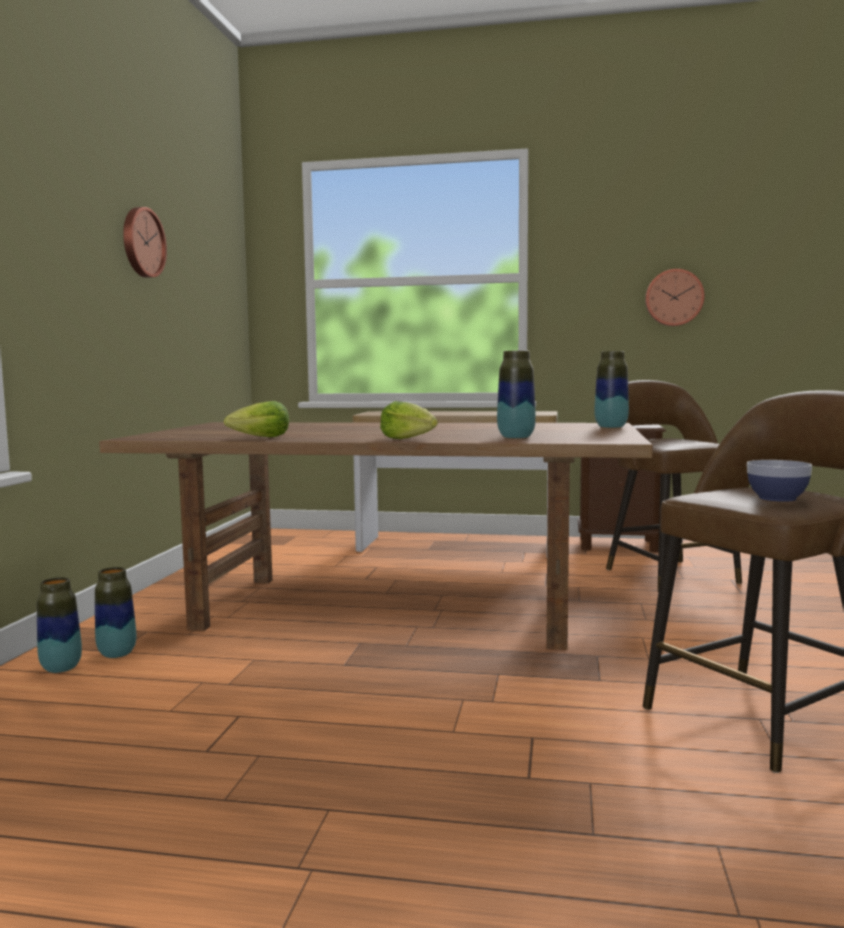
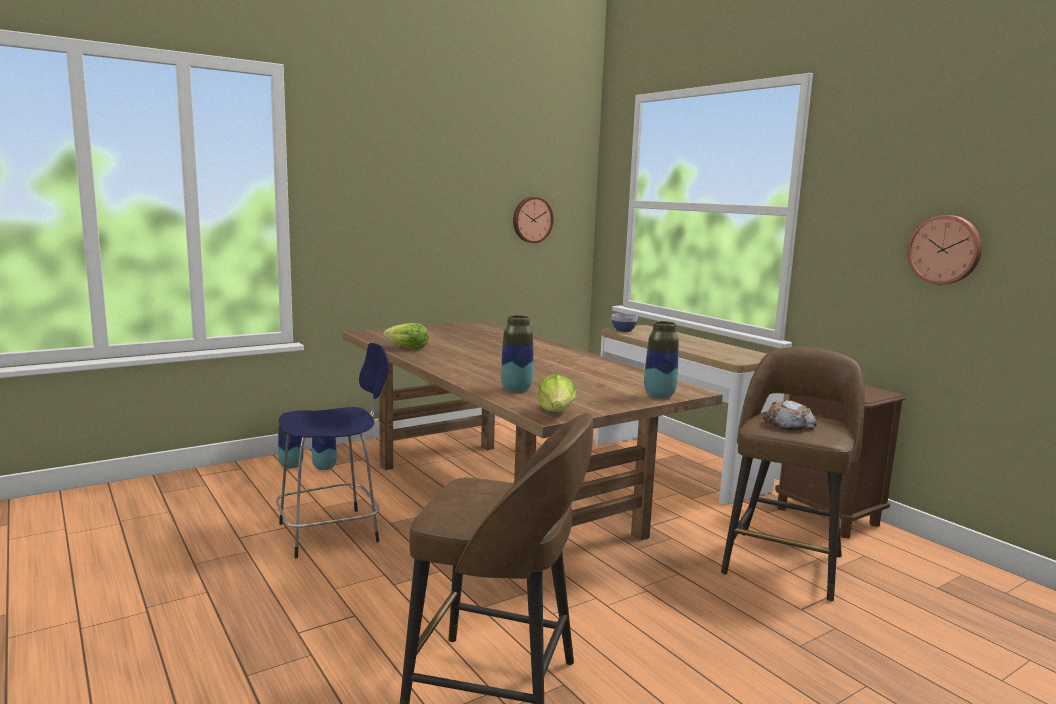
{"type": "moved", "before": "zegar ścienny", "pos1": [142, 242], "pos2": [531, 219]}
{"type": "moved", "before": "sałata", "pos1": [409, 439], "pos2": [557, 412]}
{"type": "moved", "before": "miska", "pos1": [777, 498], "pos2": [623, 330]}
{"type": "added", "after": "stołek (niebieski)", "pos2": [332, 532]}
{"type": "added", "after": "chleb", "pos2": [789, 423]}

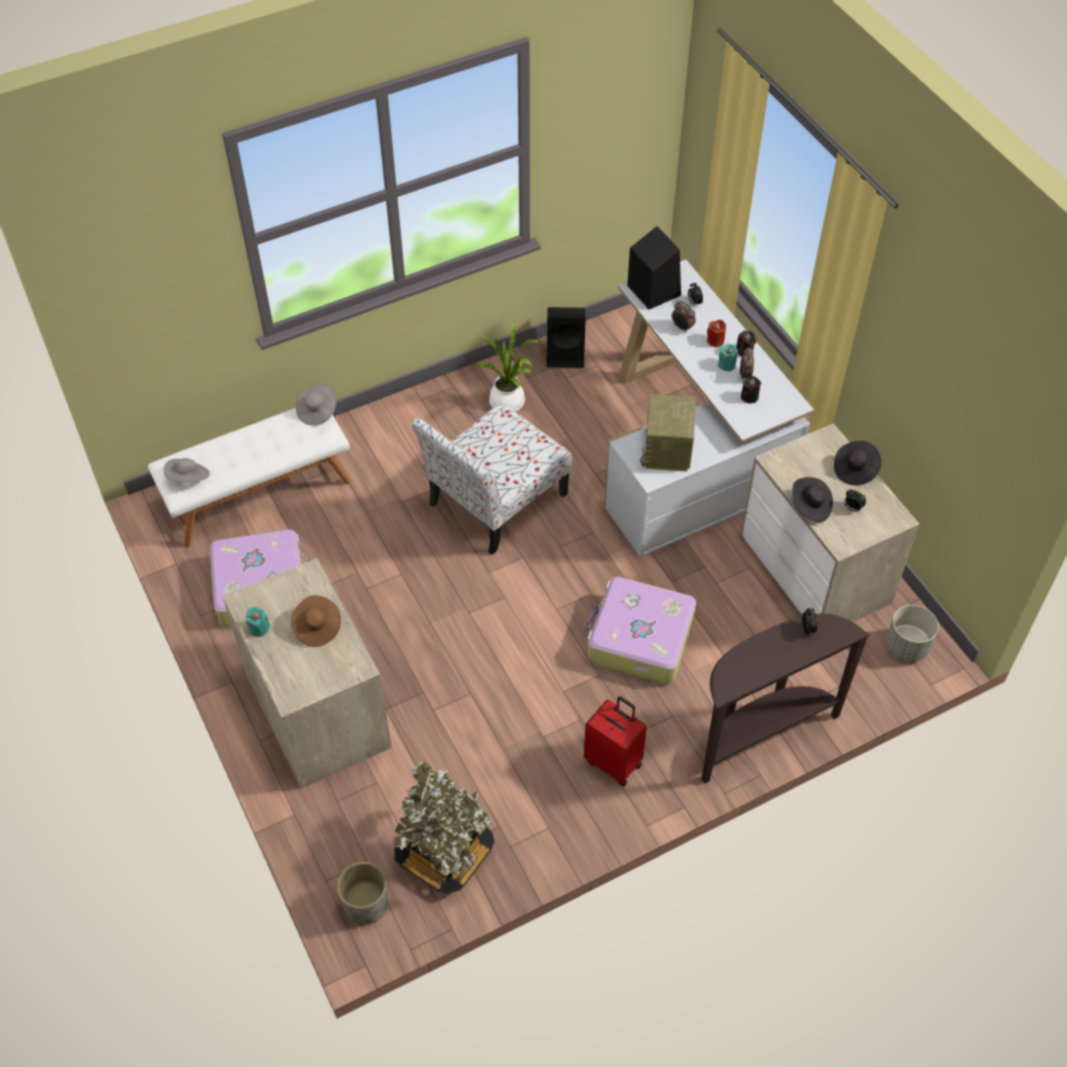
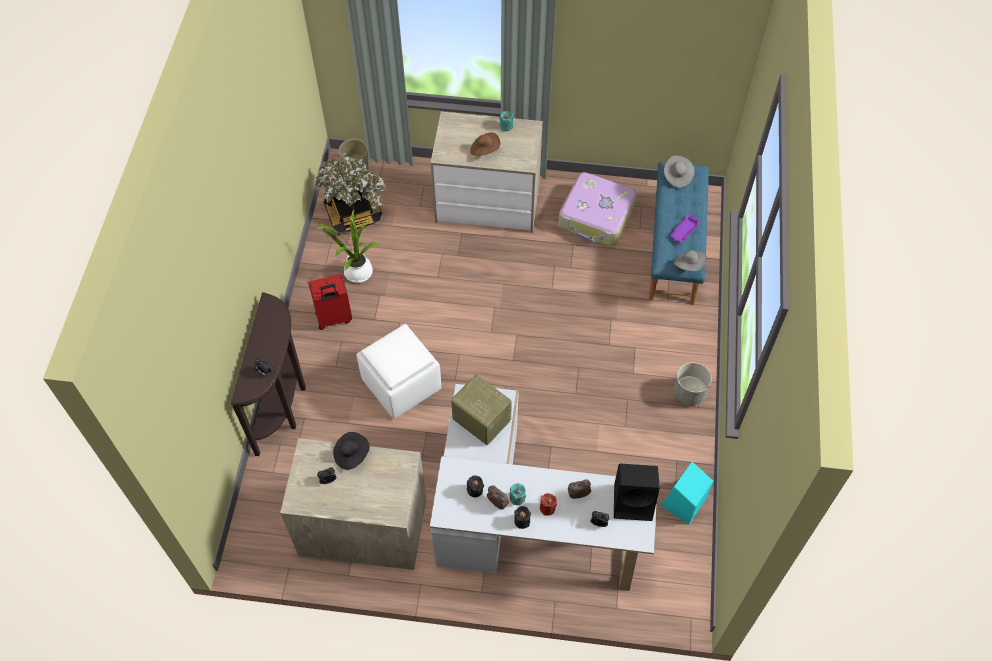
{"type": "recoloured", "before": "ławka (biały)", "after": "ławka (niebieski)", "pos1": [258, 493], "pos2": [675, 248]}
{"type": "removed", "before": "krzesło", "pos1": [495, 501]}
{"type": "moved", "before": "roślina doniczkowa", "pos1": [509, 403], "pos2": [356, 272]}
{"type": "recoloured", "before": "głośnik (czarny)", "after": "głośnik (turkusowy)", "pos1": [566, 354], "pos2": [683, 503]}
{"type": "replaced", "before": "walizka", "after": "pufa (biały)", "pos1": [639, 639], "pos2": [400, 384]}
{"type": "removed", "before": "kapelusz (czarny)", "pos1": [855, 470]}
{"type": "moved", "before": "donica (szary)", "pos1": [907, 646], "pos2": [689, 393]}
{"type": "added", "after": "taca (fioletowy)", "pos2": [684, 231]}

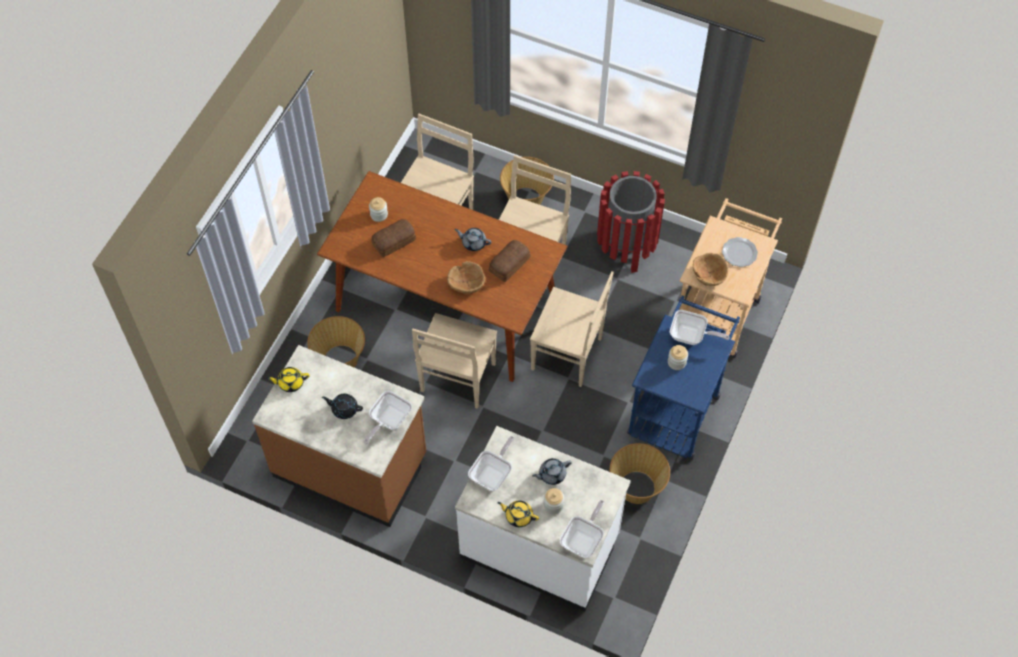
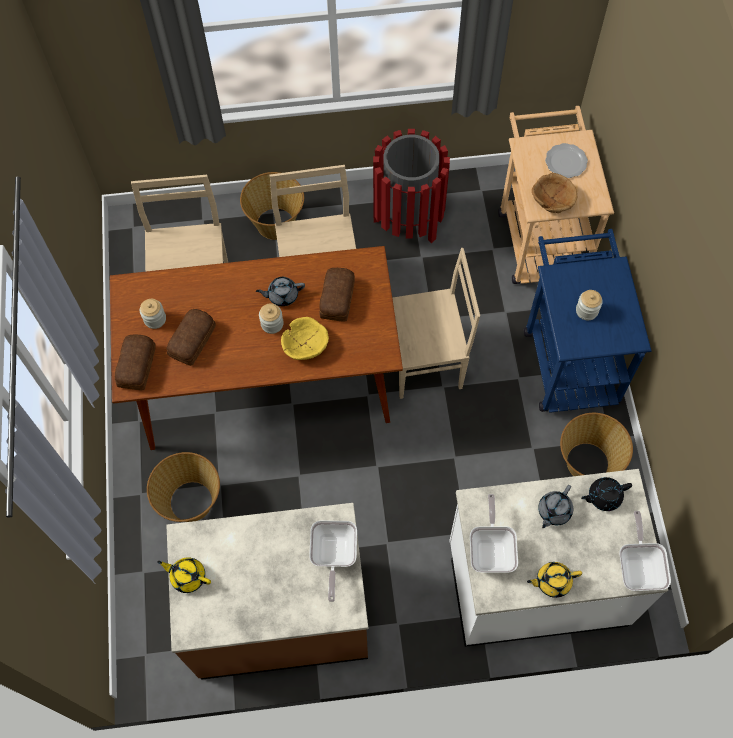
{"type": "turned", "before": "imbryk (żółty)", "pos1": [290, 383], "pos2": [187, 576], "turn": 60}
{"type": "moved", "before": "imbryk (czarny)", "pos1": [344, 409], "pos2": [603, 497]}
{"type": "removed", "before": "krzesło (beżowy)", "pos1": [457, 379]}
{"type": "recoloured", "before": "miska (brązowy)", "after": "miska (żółty)", "pos1": [467, 283], "pos2": [306, 345]}
{"type": "moved", "before": "słoik", "pos1": [553, 505], "pos2": [272, 324]}
{"type": "removed", "before": "patelnia", "pos1": [691, 336]}
{"type": "added", "after": "chleb", "pos2": [135, 367]}

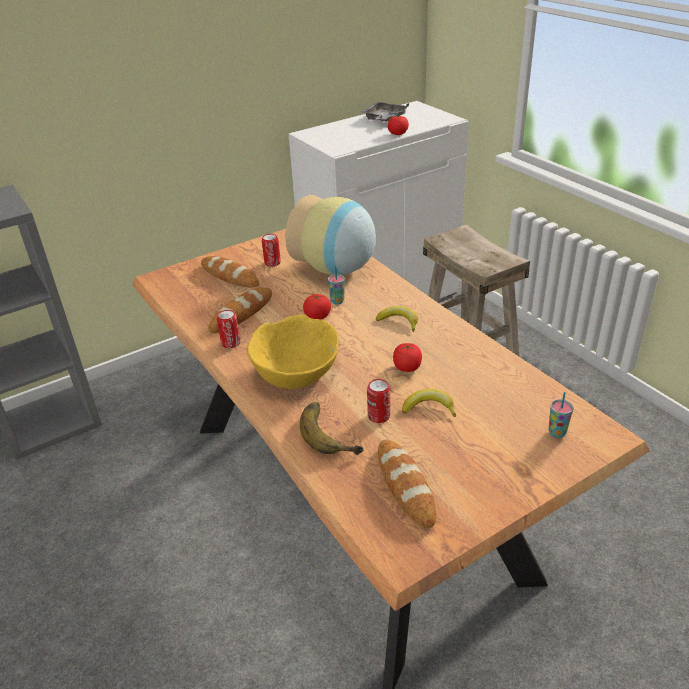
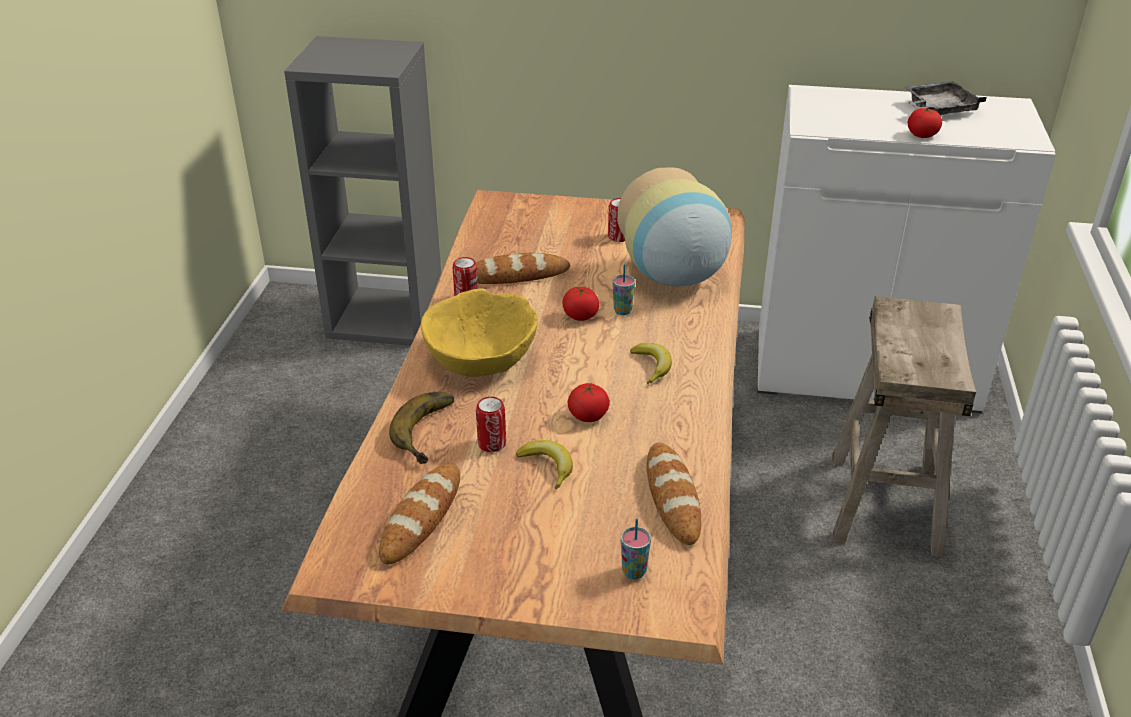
{"type": "moved", "before": "chleb", "pos1": [229, 276], "pos2": [672, 497]}

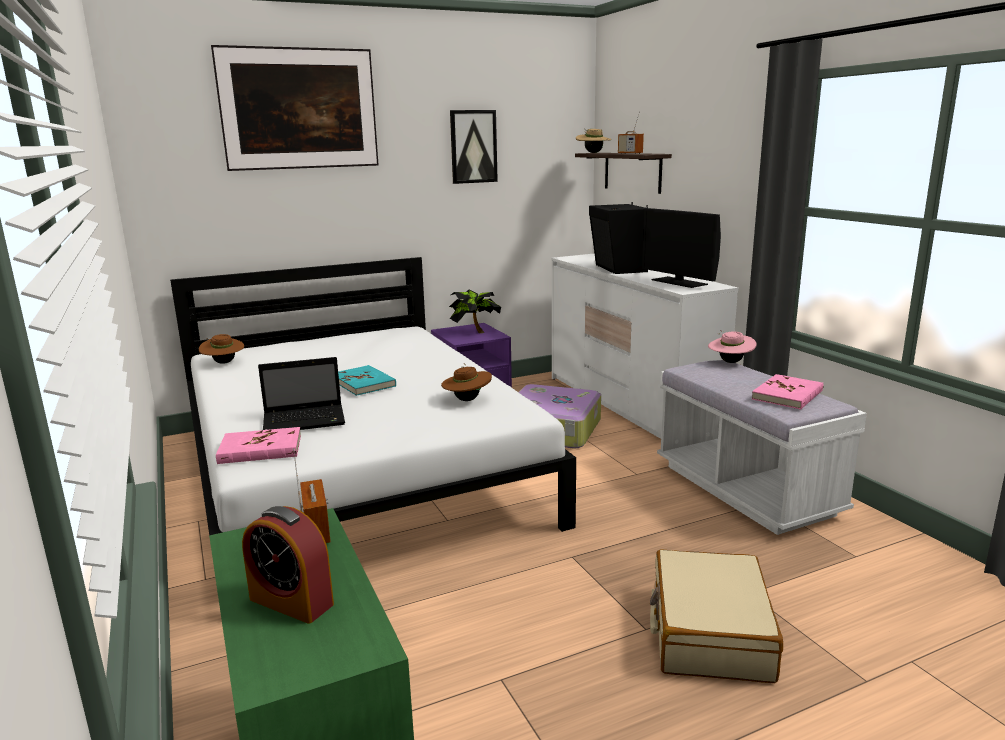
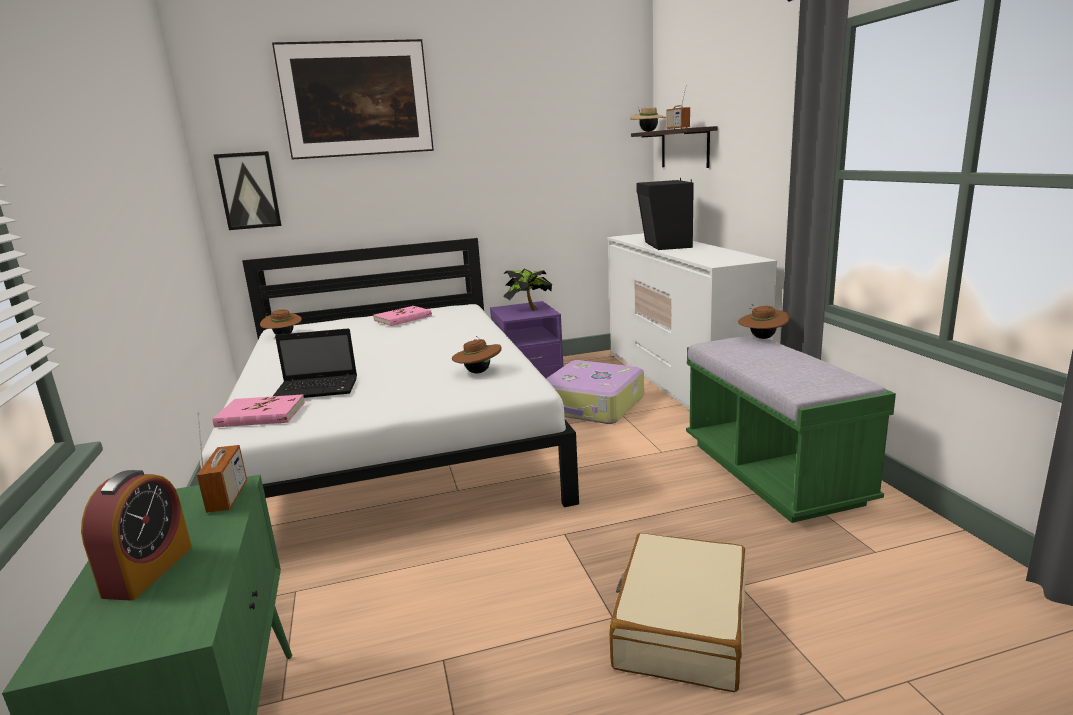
{"type": "turned", "before": "budzik", "pos1": [291, 601], "pos2": [148, 571], "turn": -120}
{"type": "removed", "before": "książka (turkusowy)", "pos1": [363, 383]}
{"type": "moved", "before": "obraz", "pos1": [473, 146], "pos2": [248, 190]}
{"type": "removed", "before": "monitor", "pos1": [679, 282]}
{"type": "recoloured", "before": "ławka (biały)", "after": "ławka (zielony)", "pos1": [746, 490], "pos2": [772, 472]}
{"type": "recoloured", "before": "kapelusz (różowy)", "after": "kapelusz (brązowy)", "pos1": [730, 362], "pos2": [762, 338]}
{"type": "moved", "before": "książka (różowy)", "pos1": [788, 395], "pos2": [403, 318]}

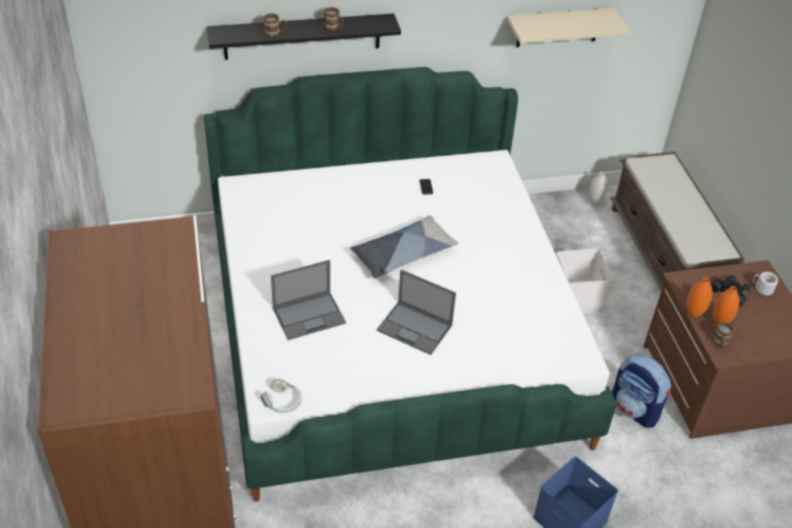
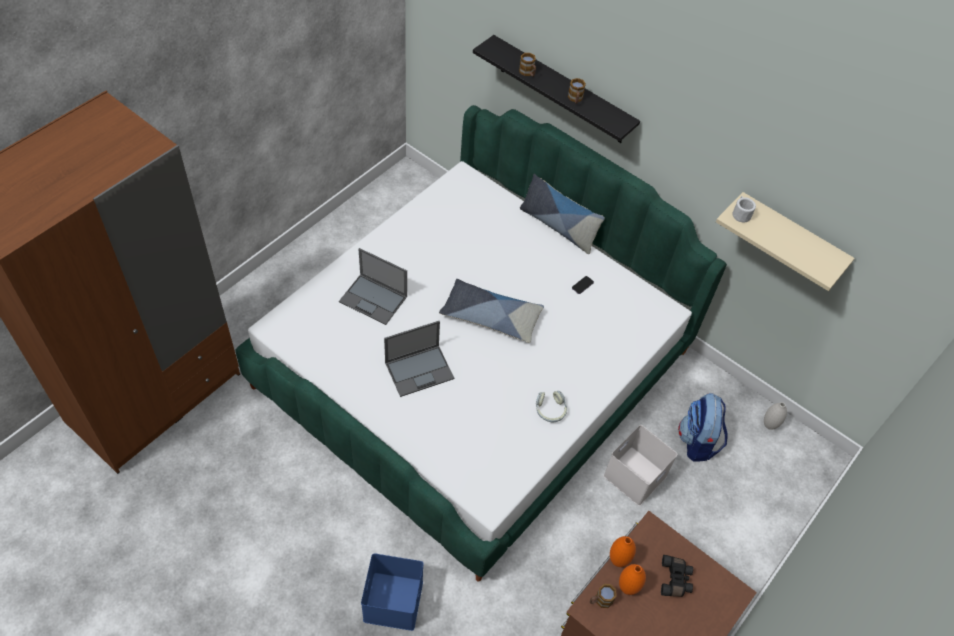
{"type": "moved", "before": "słuchawki", "pos1": [283, 402], "pos2": [550, 410]}
{"type": "turned", "before": "laptop", "pos1": [415, 328], "pos2": [420, 370], "turn": -105}
{"type": "removed", "before": "ławka (brązowy)", "pos1": [665, 258]}
{"type": "moved", "before": "plecak", "pos1": [635, 409], "pos2": [697, 441]}
{"type": "moved", "before": "kubek (biały)", "pos1": [762, 288], "pos2": [740, 214]}
{"type": "added", "after": "poduszka", "pos2": [558, 227]}

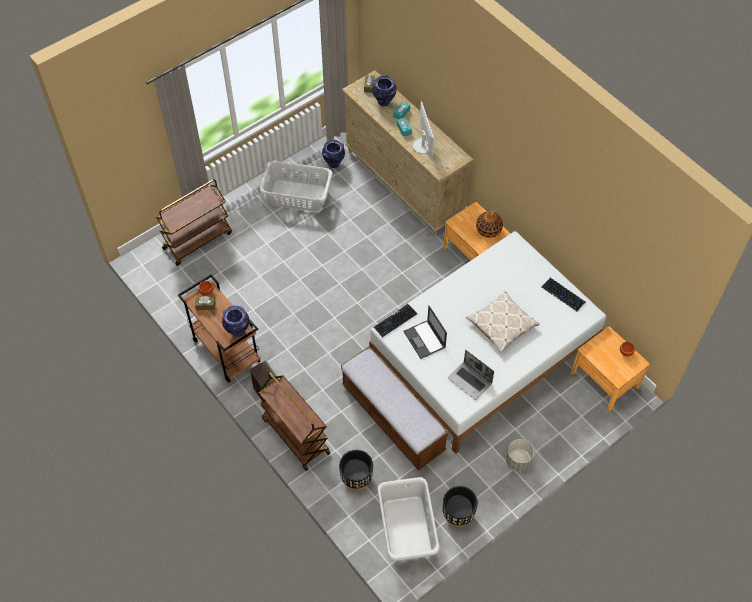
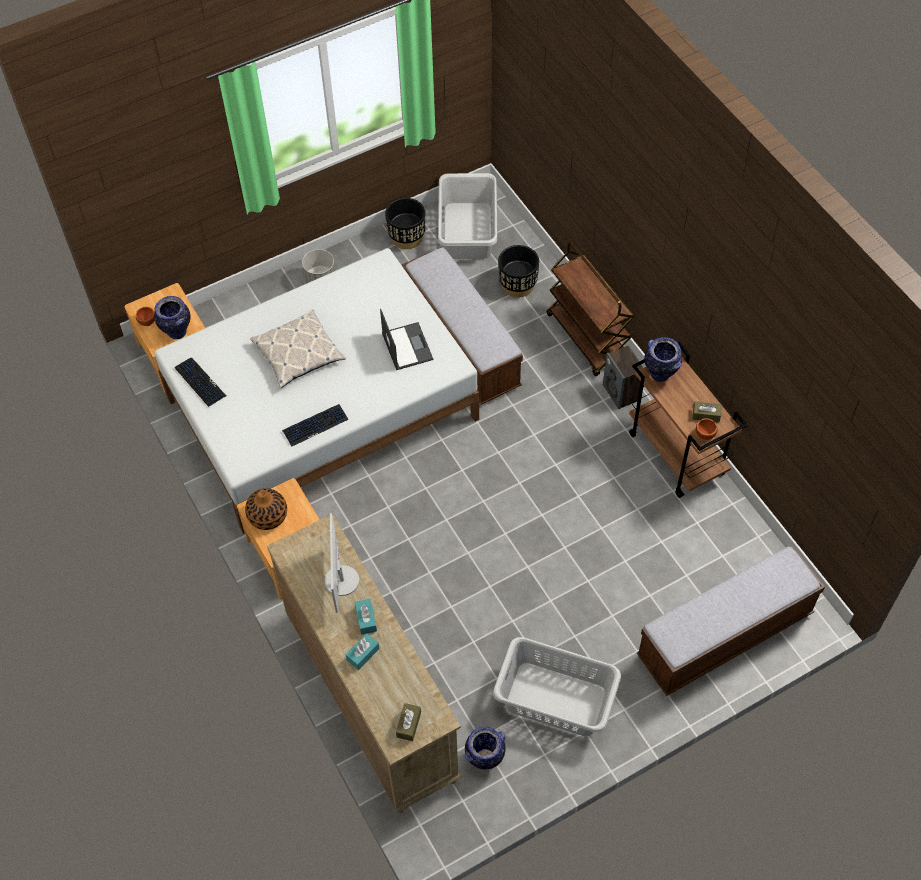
{"type": "replaced", "before": "wózek (brązowy)", "after": "ławka", "pos1": [197, 240], "pos2": [724, 636]}
{"type": "moved", "before": "wazon", "pos1": [384, 102], "pos2": [177, 332]}
{"type": "moved", "before": "klawiatura", "pos1": [395, 321], "pos2": [315, 425]}
{"type": "removed", "before": "laptop", "pos1": [470, 381]}

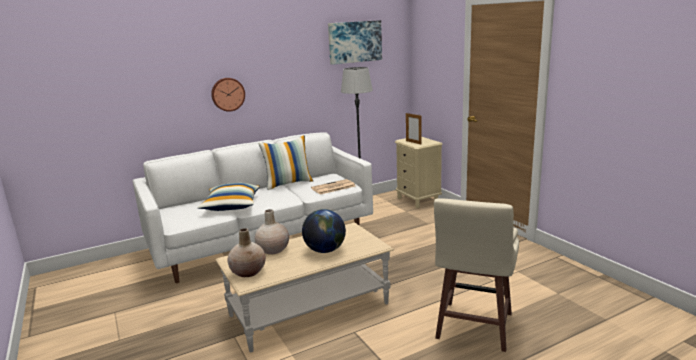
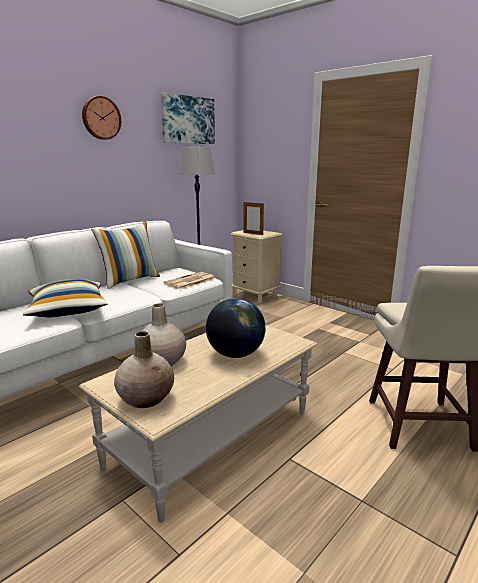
{"type": "moved", "before": "zegar ścienny", "pos1": [227, 94], "pos2": [101, 118]}

